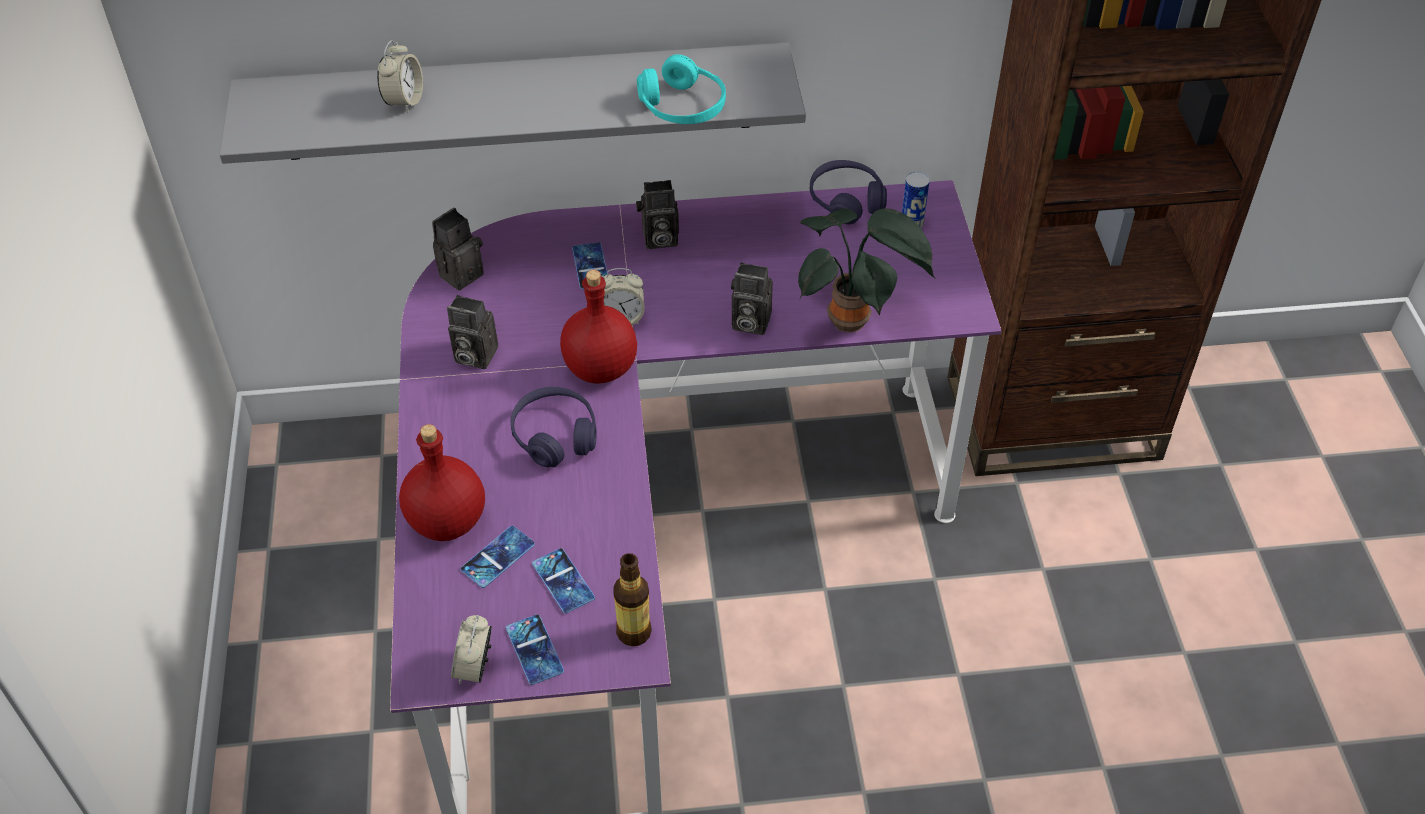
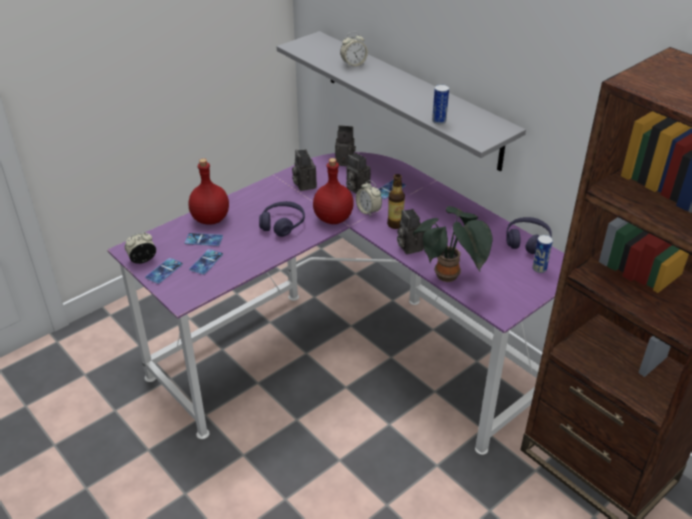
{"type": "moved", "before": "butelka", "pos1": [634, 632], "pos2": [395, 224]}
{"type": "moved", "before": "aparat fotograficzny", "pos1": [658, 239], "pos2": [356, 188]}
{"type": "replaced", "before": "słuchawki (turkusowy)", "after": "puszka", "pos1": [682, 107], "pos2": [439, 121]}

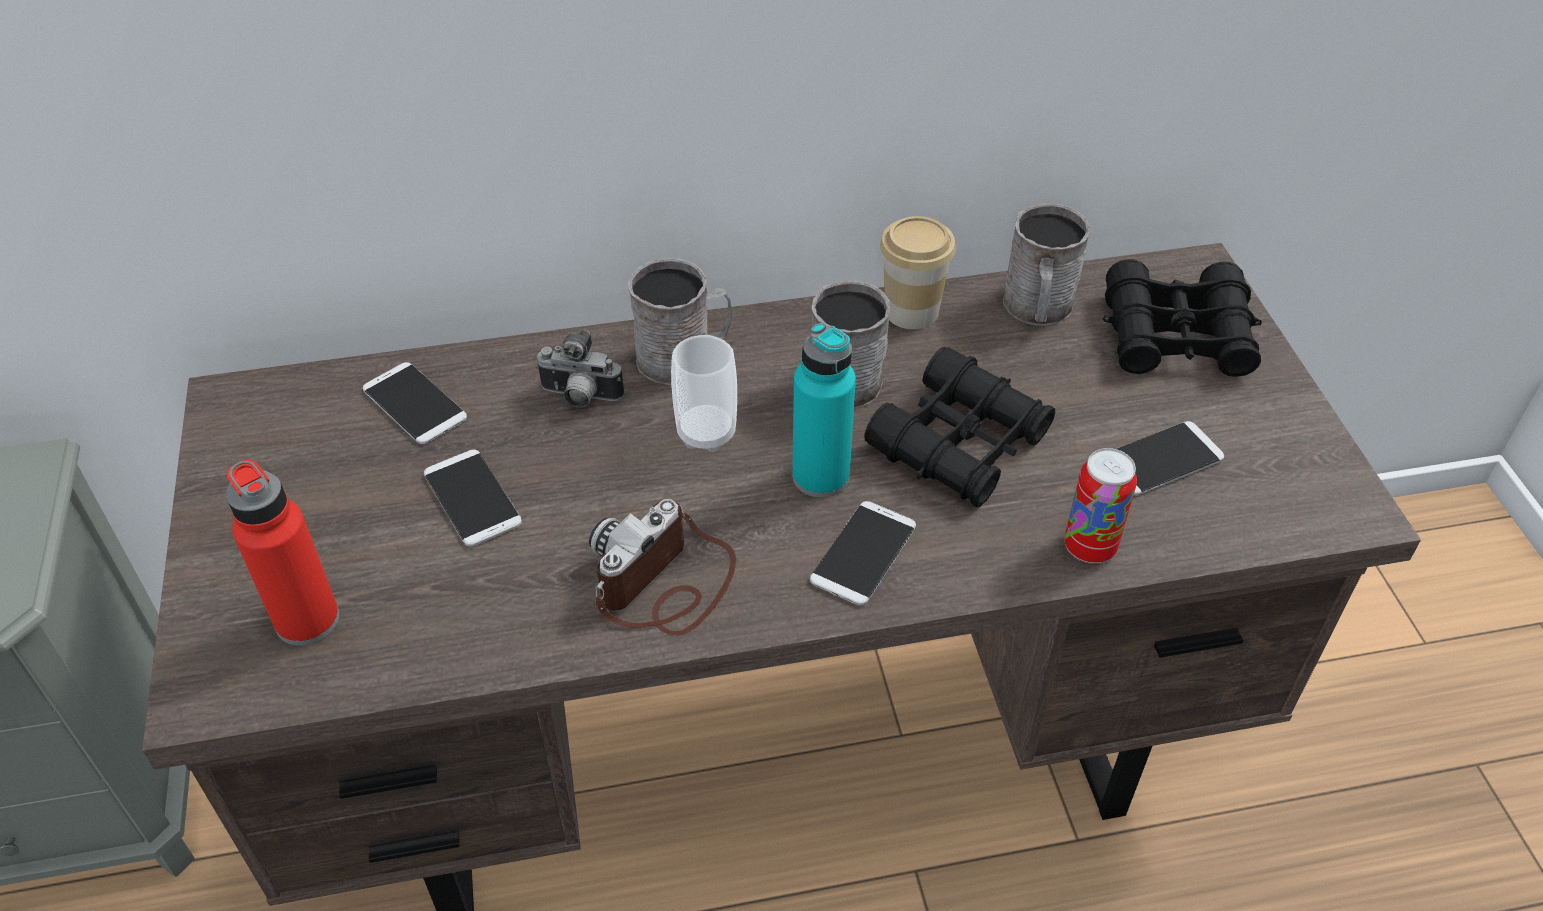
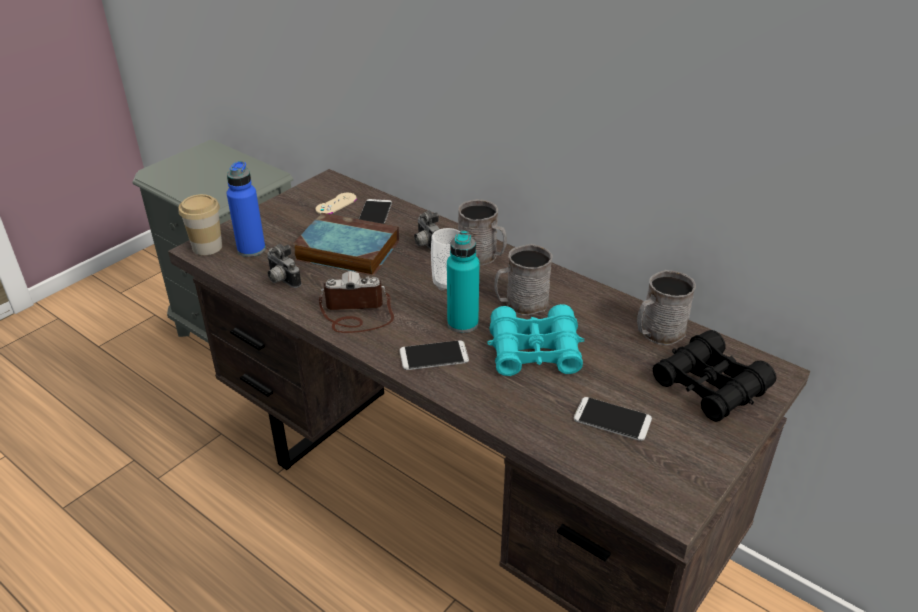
{"type": "recoloured", "before": "butelka (czerwony)", "after": "butelka (niebieski)", "pos1": [307, 620], "pos2": [251, 249]}
{"type": "replaced", "before": "telefon", "after": "książka", "pos1": [472, 498], "pos2": [345, 250]}
{"type": "recoloured", "before": "lornetka (czarny)", "after": "lornetka (turkusowy)", "pos1": [959, 443], "pos2": [535, 351]}
{"type": "moved", "before": "filiżanka", "pos1": [911, 311], "pos2": [207, 247]}
{"type": "removed", "before": "puszka", "pos1": [1089, 547]}
{"type": "added", "after": "aparat fotograficzny", "pos2": [281, 280]}
{"type": "added", "after": "pad do gier (beżowy)", "pos2": [336, 204]}

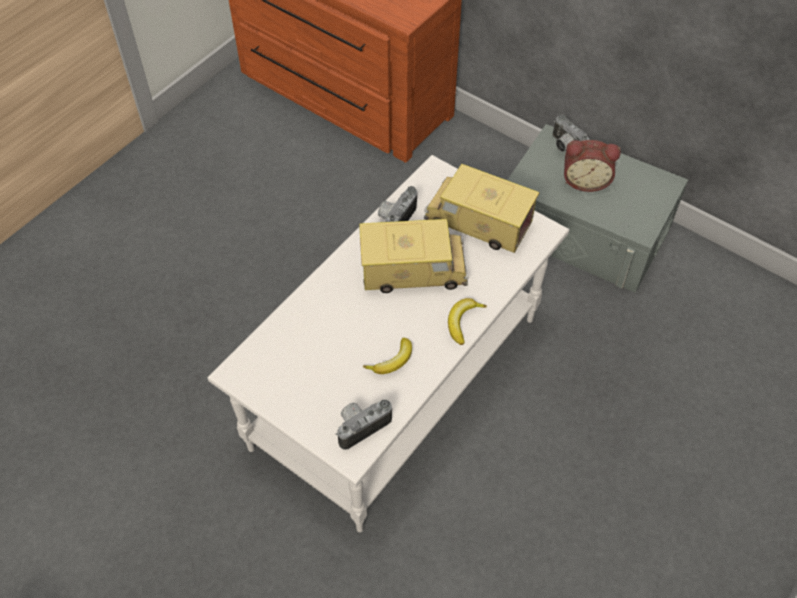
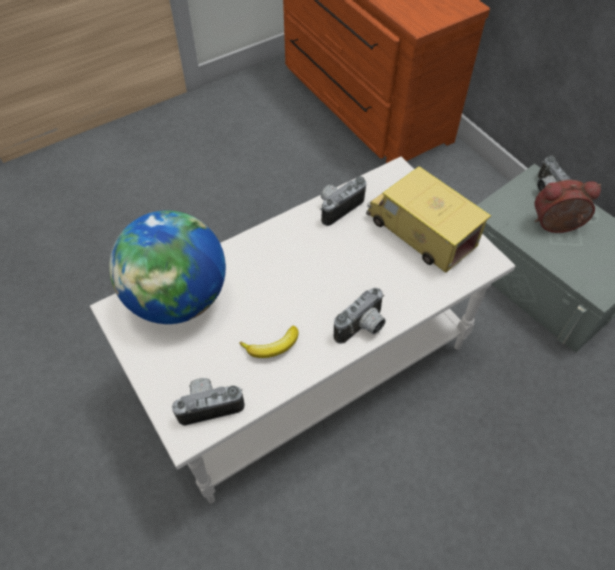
{"type": "removed", "before": "ciężarówka zabawkowa", "pos1": [413, 270]}
{"type": "replaced", "before": "banan", "after": "aparat fotograficzny", "pos1": [463, 322], "pos2": [363, 328]}
{"type": "turned", "before": "budzik", "pos1": [585, 180], "pos2": [556, 226], "turn": 150}
{"type": "added", "after": "globus", "pos2": [178, 299]}

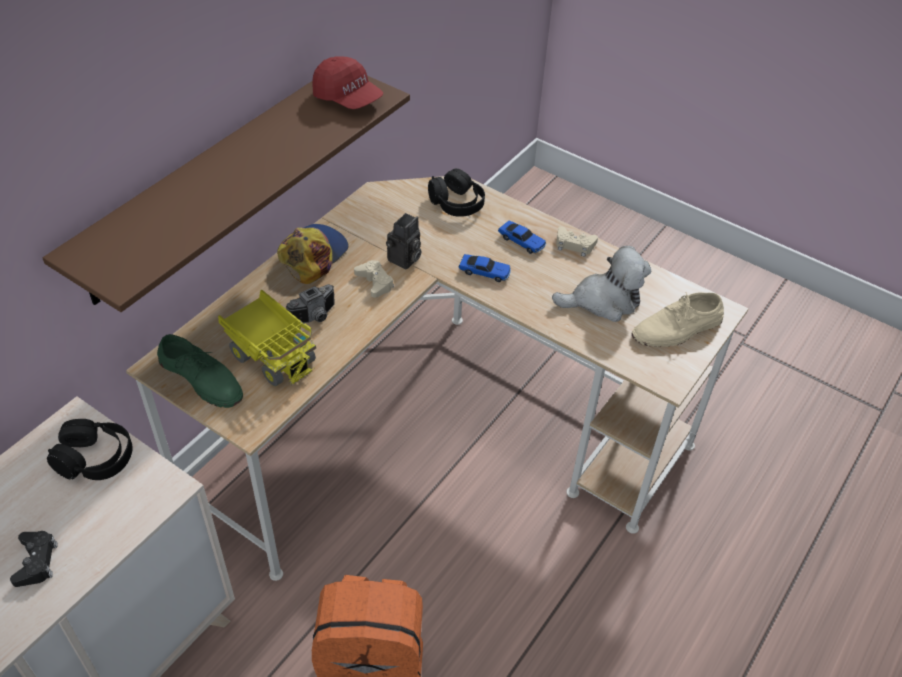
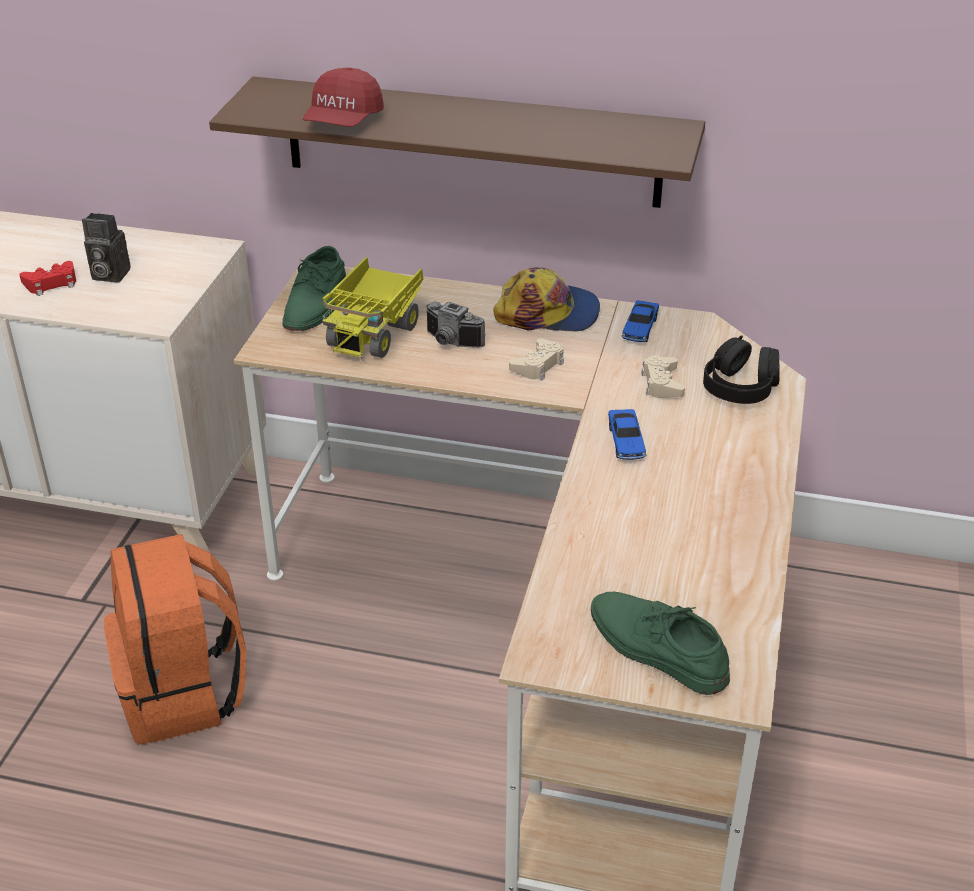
{"type": "recoloured", "before": "pad do gier (czarny)", "after": "pad do gier (czerwony)", "pos1": [36, 561], "pos2": [51, 283]}
{"type": "removed", "before": "słuchawki (czarny)", "pos1": [95, 458]}
{"type": "moved", "before": "czapka z daszkiem (czerwony)", "pos1": [348, 98], "pos2": [343, 121]}
{"type": "moved", "before": "aparat fotograficzny", "pos1": [404, 260], "pos2": [108, 275]}
{"type": "moved", "before": "samochodzik", "pos1": [522, 241], "pos2": [640, 328]}
{"type": "removed", "before": "pluszak", "pos1": [603, 301]}
{"type": "moved", "before": "pad do gier (beżowy)", "pos1": [574, 245], "pos2": [661, 383]}
{"type": "recoloured", "before": "but (beżowy)", "after": "but (zielony)", "pos1": [677, 329], "pos2": [655, 648]}

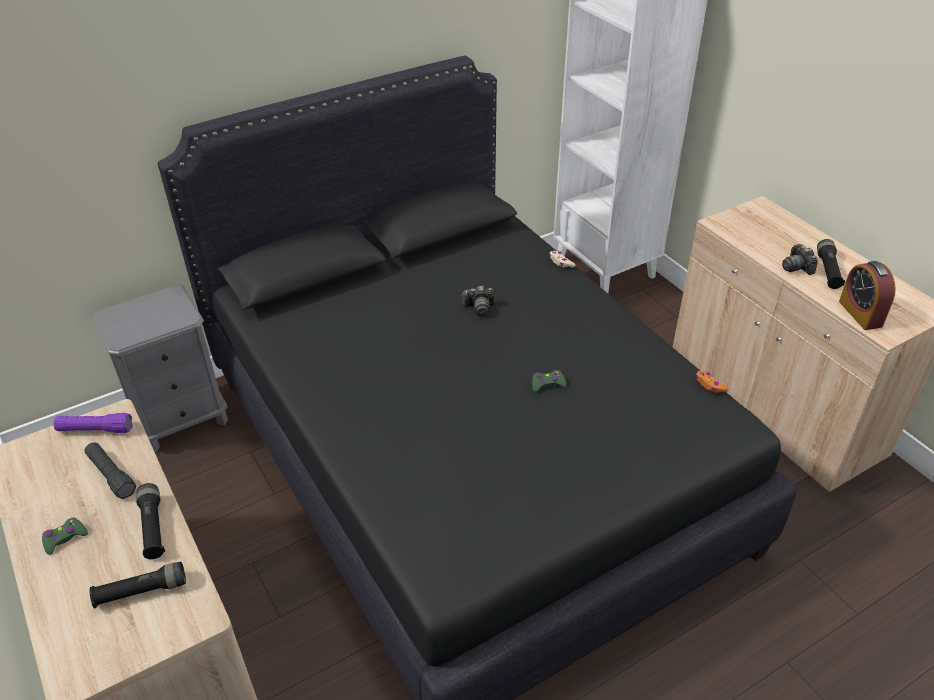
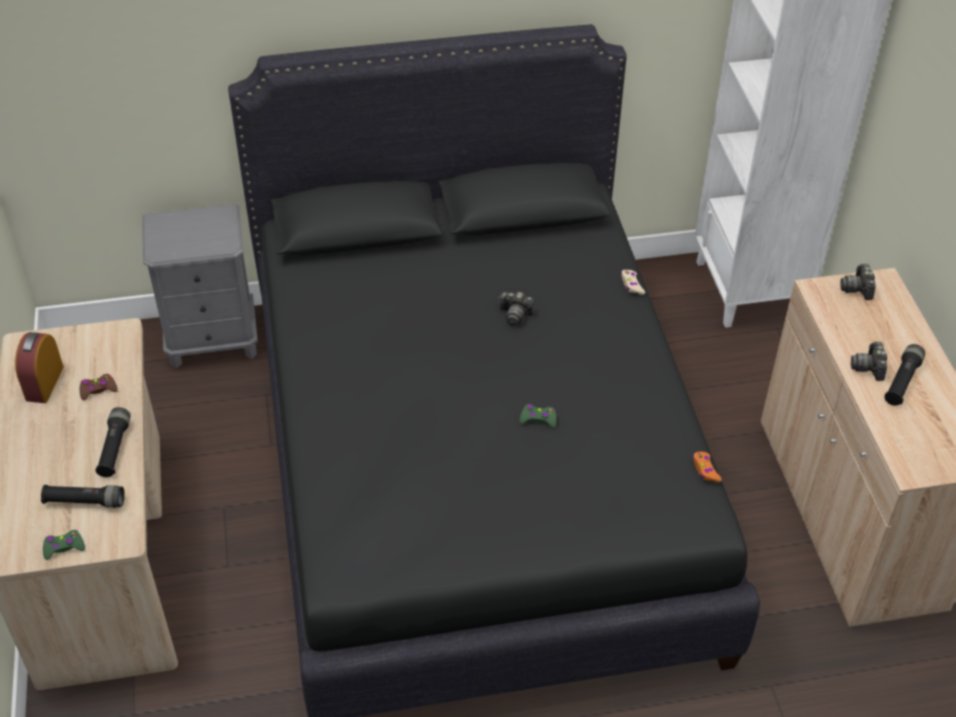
{"type": "moved", "before": "pad do gier (zielony)", "pos1": [65, 538], "pos2": [64, 547]}
{"type": "removed", "before": "latarka (fioletowy)", "pos1": [95, 430]}
{"type": "replaced", "before": "latarka (czarny)", "after": "pad do gier (brązowy)", "pos1": [111, 475], "pos2": [98, 390]}
{"type": "moved", "before": "budzik", "pos1": [860, 313], "pos2": [44, 383]}
{"type": "added", "after": "aparat fotograficzny", "pos2": [858, 288]}

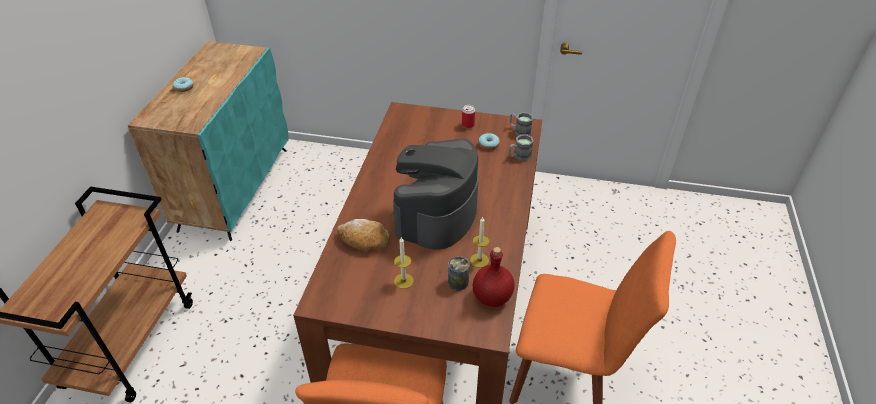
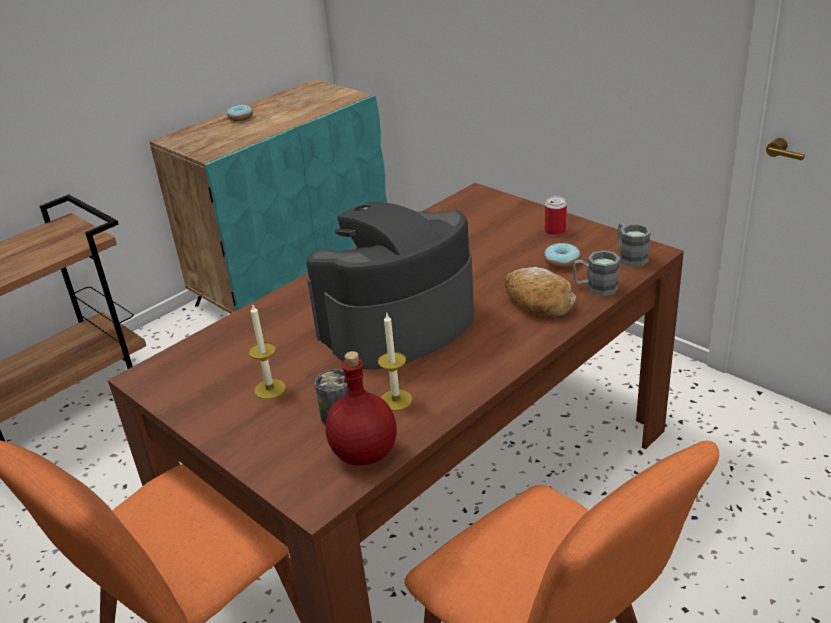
{"type": "moved", "before": "chleb", "pos1": [363, 240], "pos2": [538, 302]}

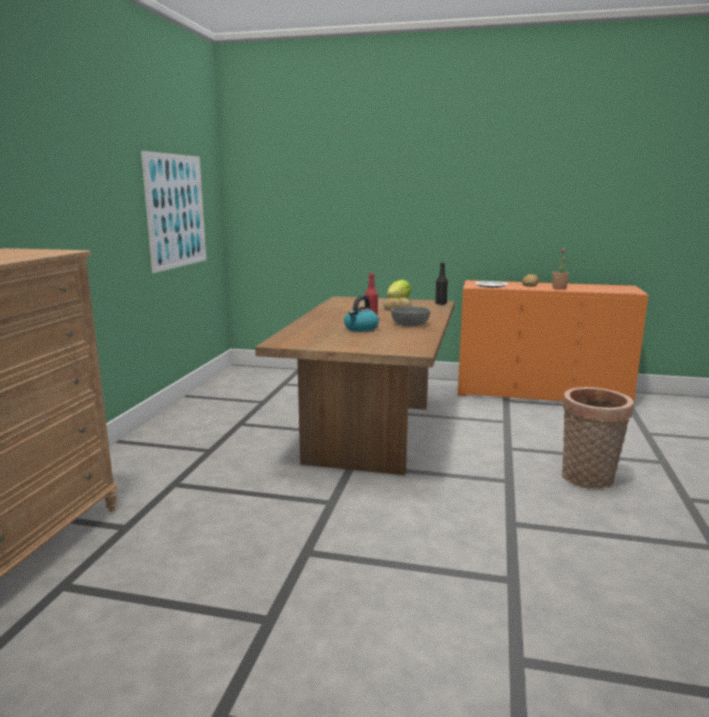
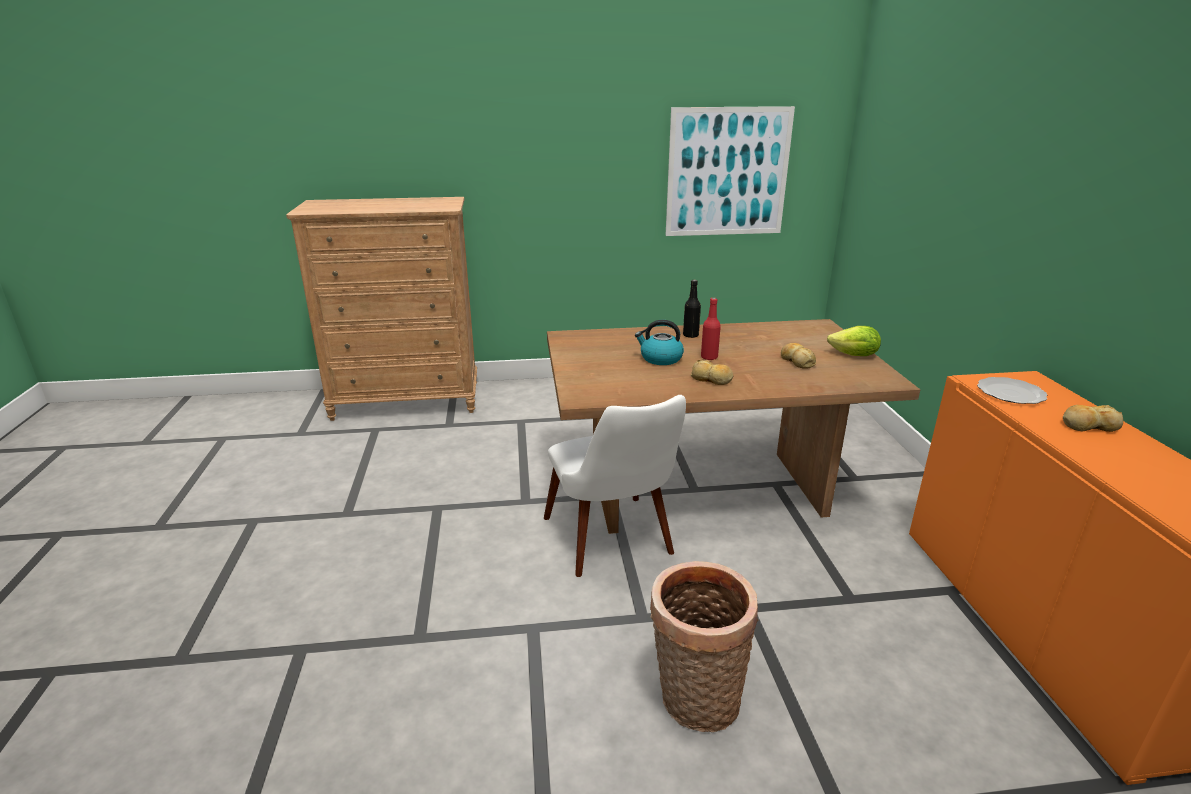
{"type": "replaced", "before": "miska (szary)", "after": "chleb", "pos1": [410, 324], "pos2": [711, 379]}
{"type": "moved", "before": "butelka (czarny)", "pos1": [441, 304], "pos2": [690, 335]}
{"type": "removed", "before": "roślina doniczkowa", "pos1": [559, 288]}
{"type": "added", "after": "krzesło (biały)", "pos2": [615, 545]}

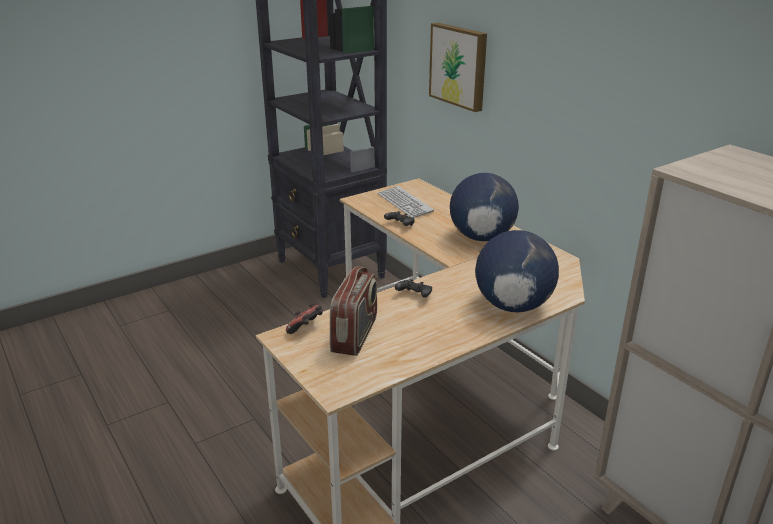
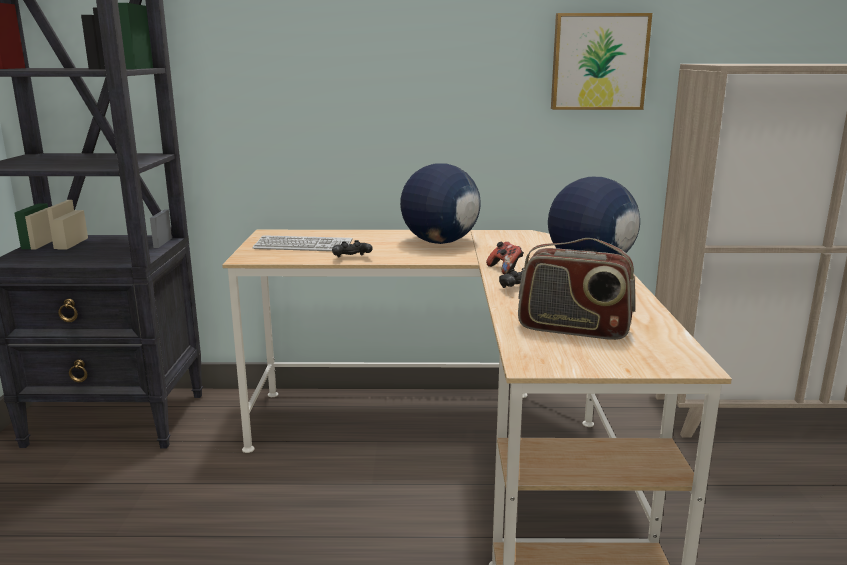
{"type": "moved", "before": "pad do gier", "pos1": [306, 328], "pos2": [505, 270]}
{"type": "turned", "before": "radio", "pos1": [355, 335], "pos2": [573, 329], "turn": 150}
{"type": "moved", "before": "obraz", "pos1": [459, 66], "pos2": [598, 62]}

